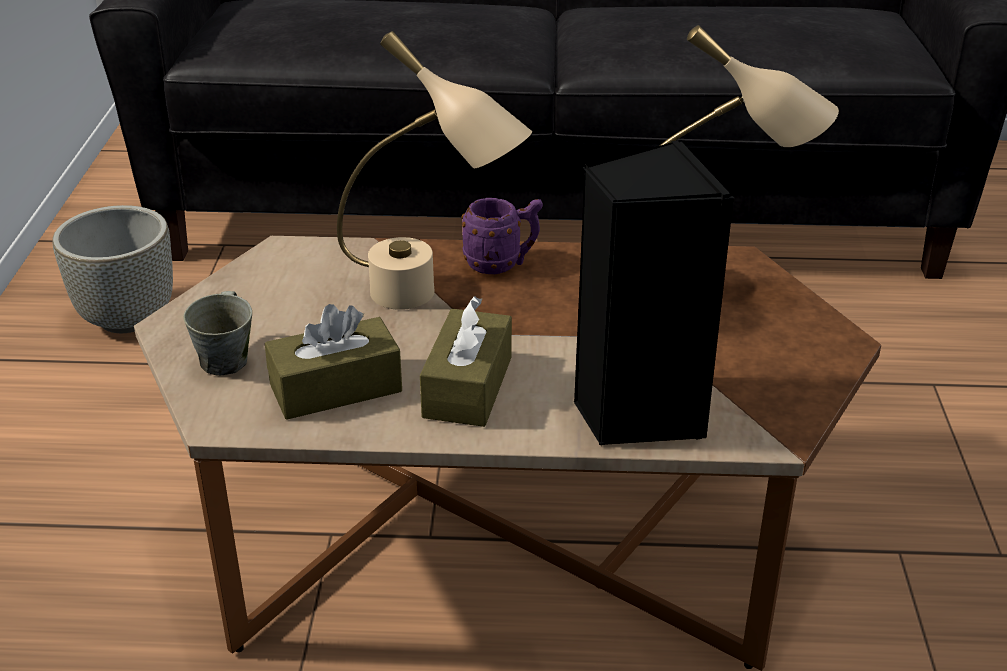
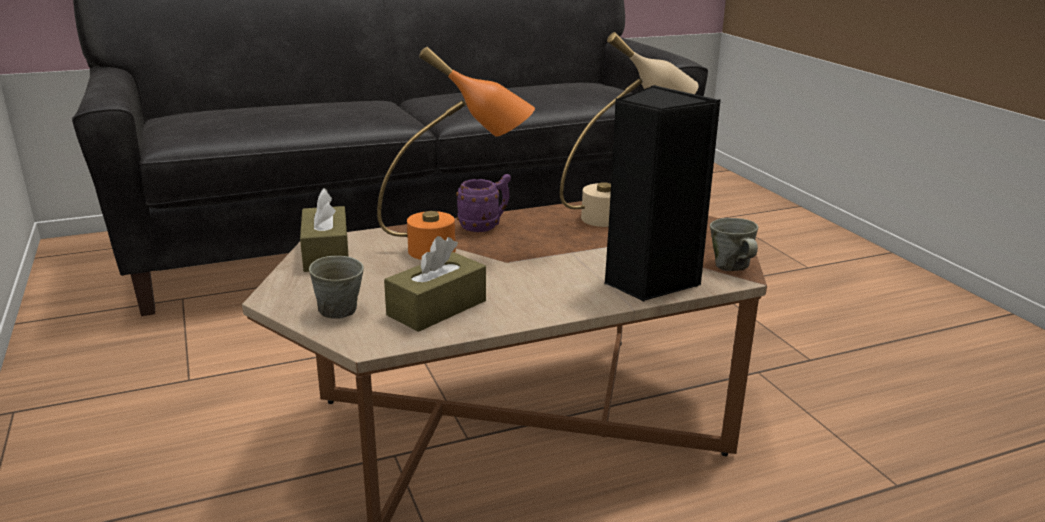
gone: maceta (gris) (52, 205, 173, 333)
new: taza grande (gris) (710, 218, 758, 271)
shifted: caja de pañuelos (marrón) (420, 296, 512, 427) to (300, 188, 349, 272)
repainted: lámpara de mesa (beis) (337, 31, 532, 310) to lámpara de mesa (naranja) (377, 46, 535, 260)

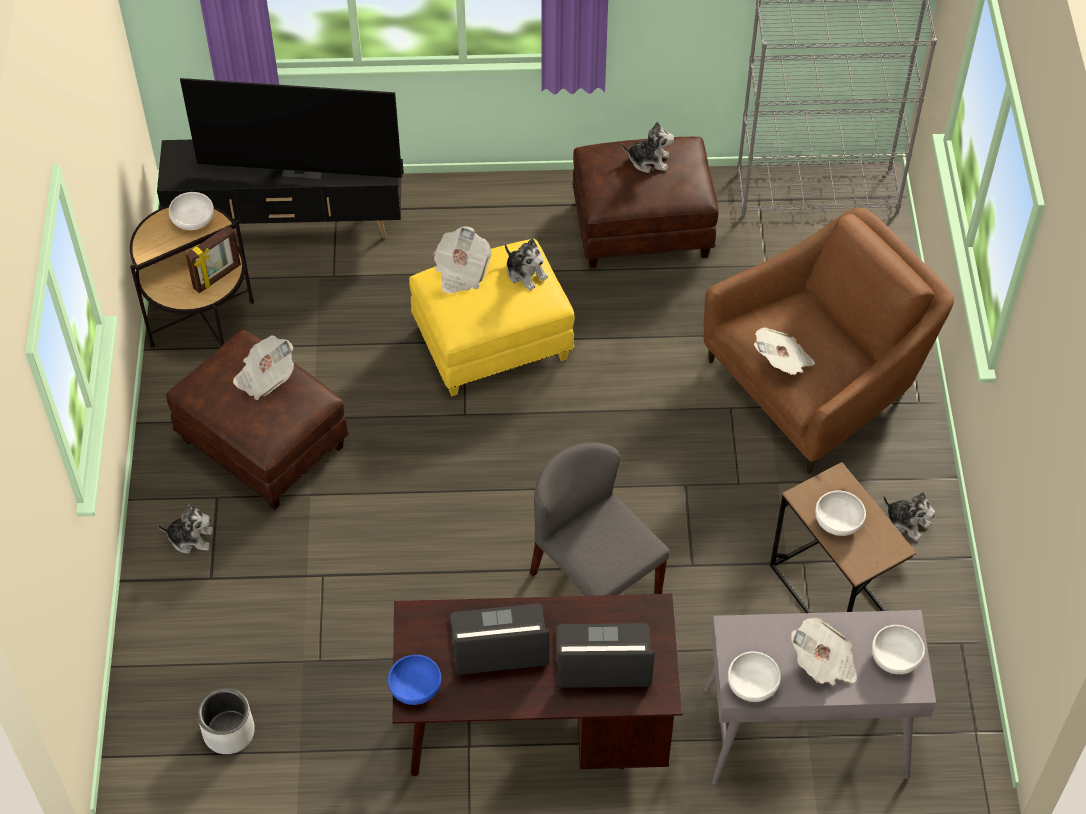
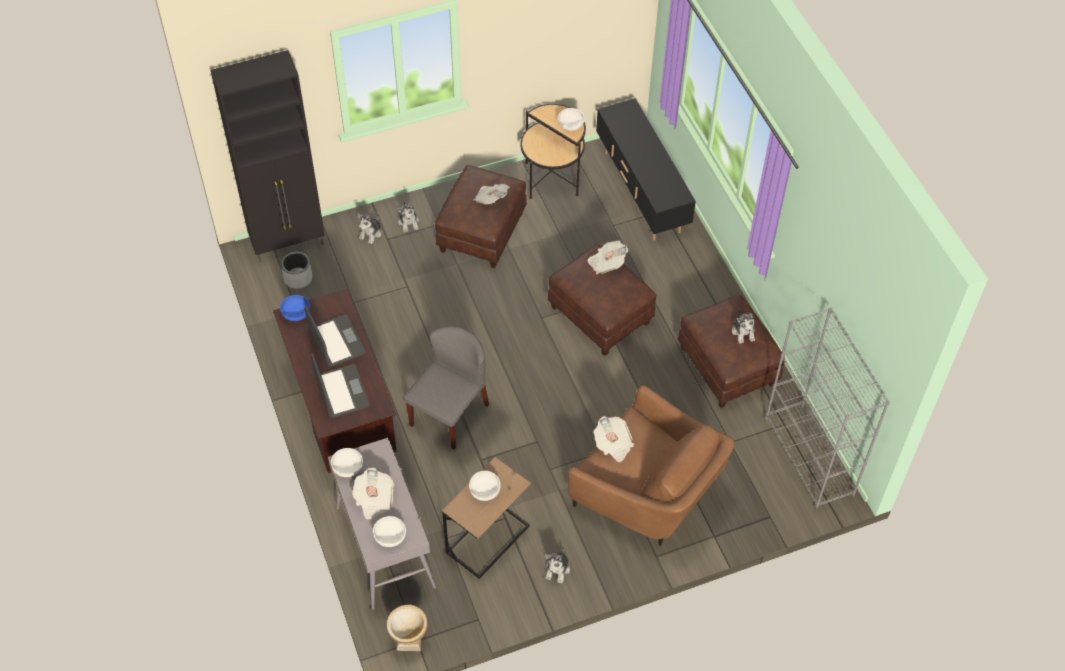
gone: televisor (180, 78, 404, 179); portarretratos (186, 225, 241, 293)
new: armario (negro) (210, 50, 325, 263); florero (386, 605, 428, 651)
shifted: peluche (505, 238, 548, 291) to (357, 213, 382, 244)
repainted: puf (amarillo) (409, 239, 574, 396) to puf (marrón) (548, 244, 656, 356)

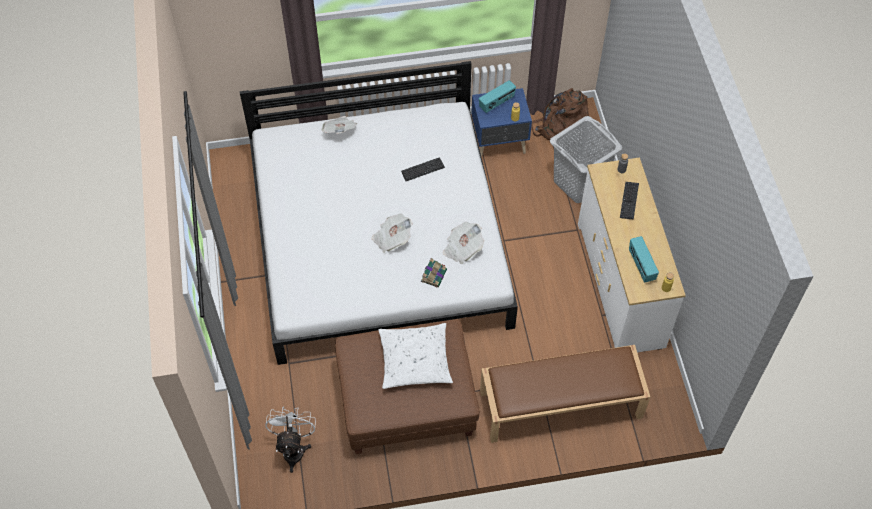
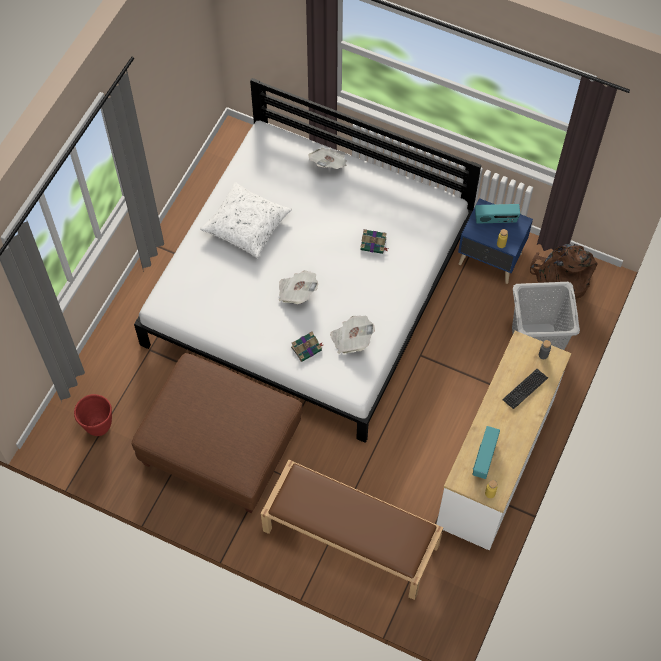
shifted: cojín (blanco) (379, 323, 453, 389) to (200, 182, 292, 258)
swapped: ventilador (blanco) (265, 406, 316, 473) to maceta (rojo) (74, 394, 112, 436); teclado (401, 157, 445, 181) to libro (360, 229, 388, 254)

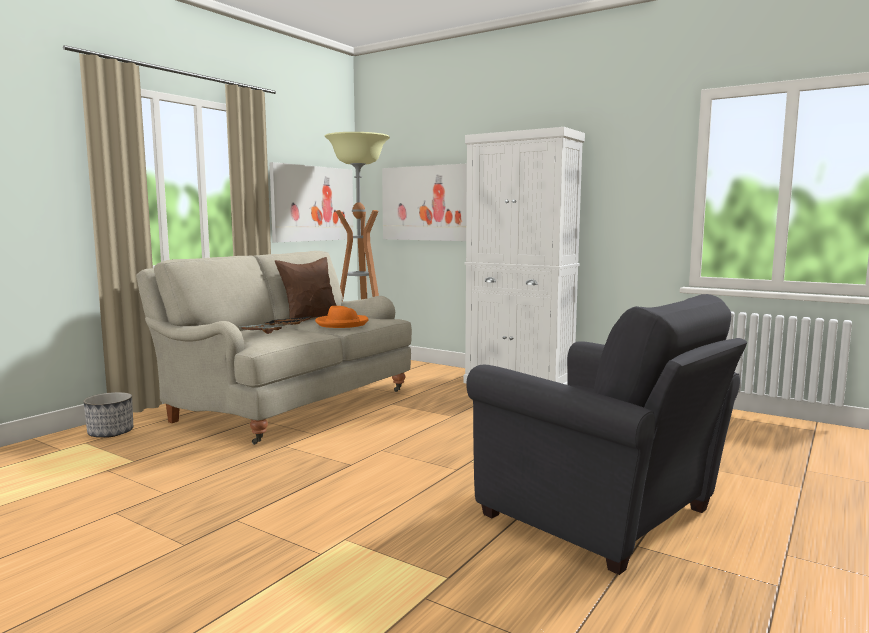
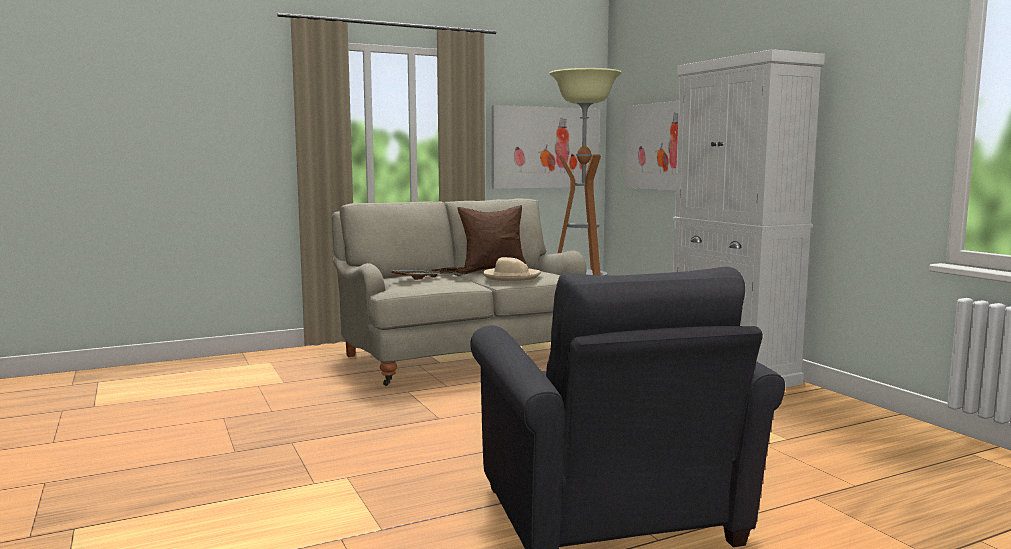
gone: maceta (83, 392, 133, 438)
repainted: sombrero (naranja) (315, 306, 369, 328) to sombrero (beis) (483, 257, 541, 281)

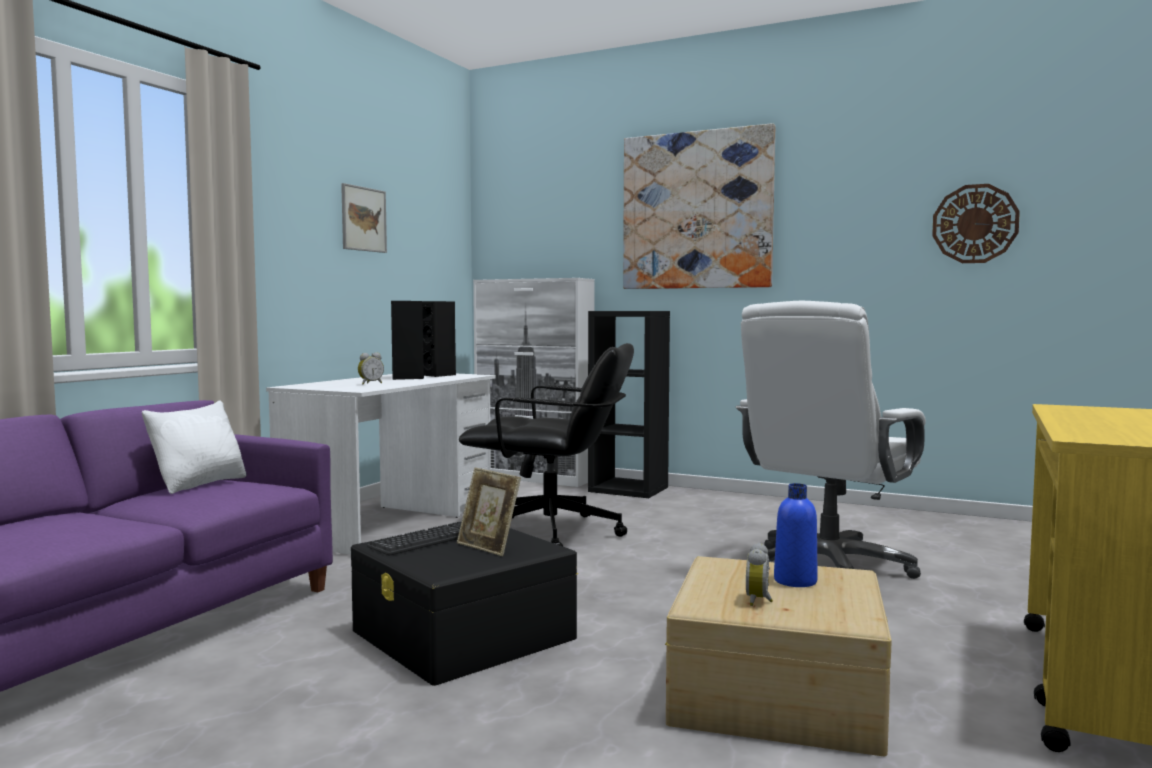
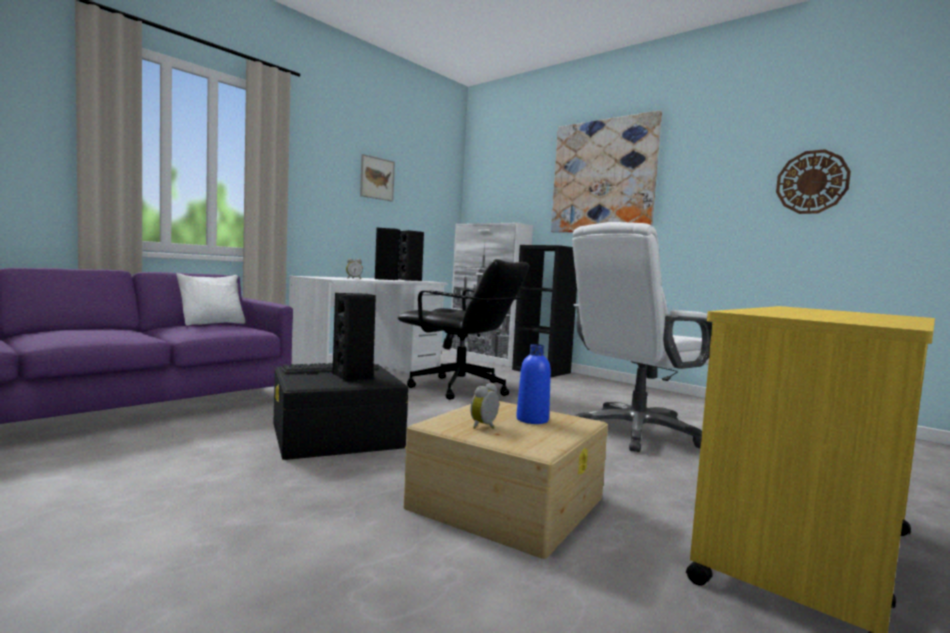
swapped: portarretratos (457, 467, 521, 556) to altavoz (negro) (332, 293, 376, 382)

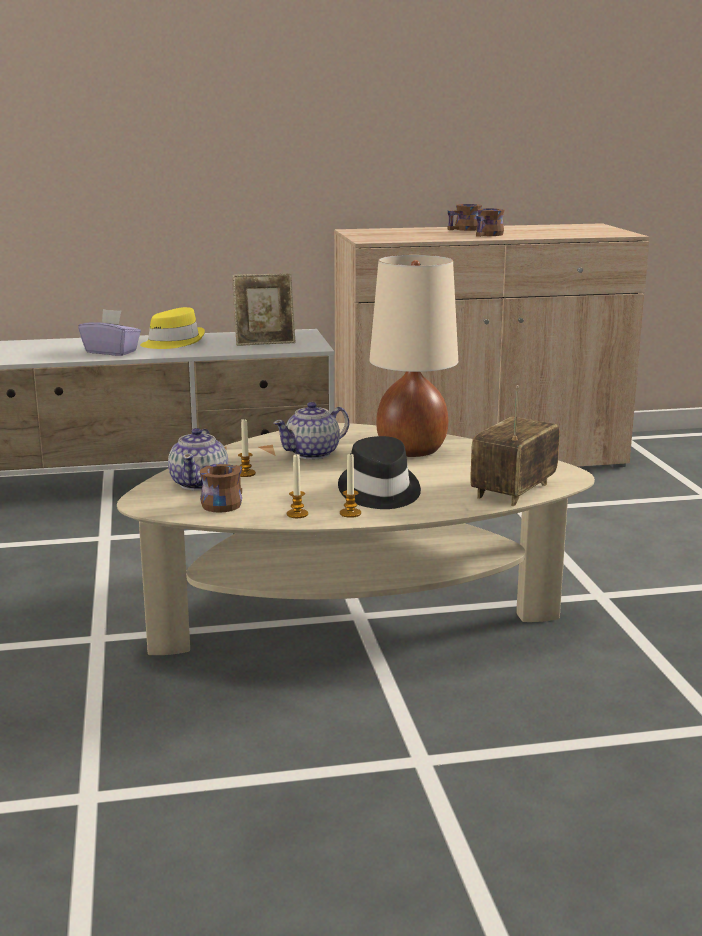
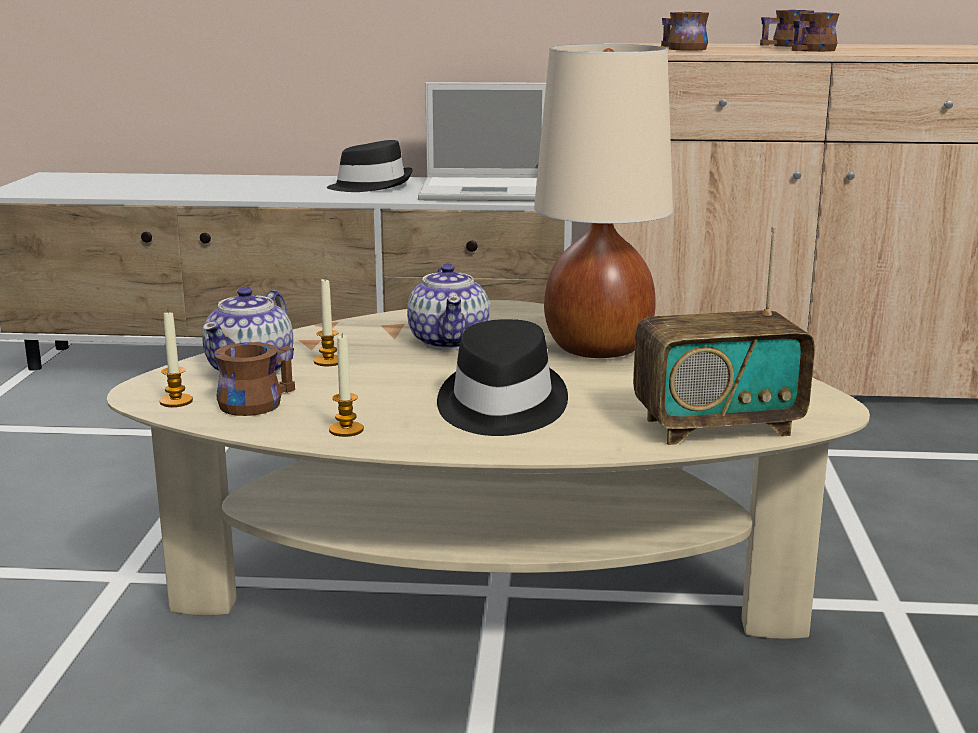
gone: caja de pañuelos (morado) (78, 309, 141, 356)
new: taza grande (marrón) (661, 12, 709, 51)
shifted: vela (340, 452, 361, 518) to (159, 312, 193, 407)
swapped: portarretratos (232, 274, 296, 346) to portátil (418, 82, 546, 201)
repainted: sombrero (amarillo) (140, 307, 205, 349) to sombrero (negro) (327, 140, 413, 192)
rotated: tetera (273, 402, 349, 460) = (407, 263, 490, 350) 75 degrees counterclockwise; radio (470, 385, 560, 506) = (633, 227, 815, 445) 150 degrees counterclockwise

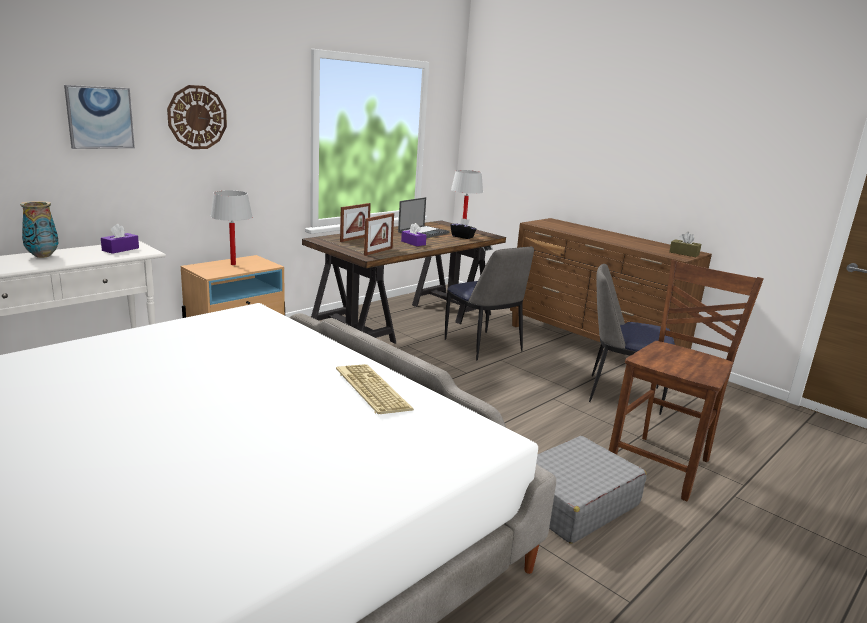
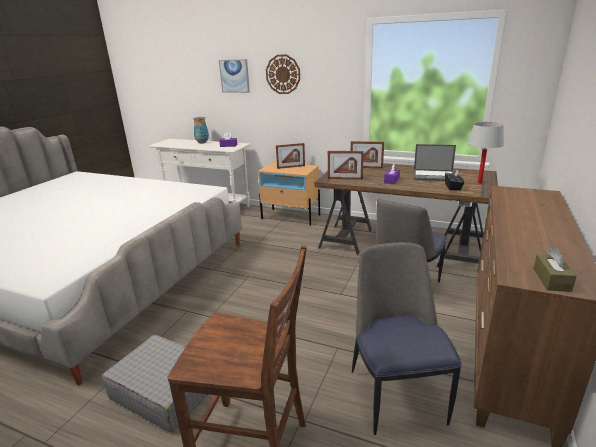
gone: teclado (336, 364, 414, 414)
swapped: lámpara de mesa (blanco) (210, 190, 253, 265) to portarretratos (276, 143, 305, 169)

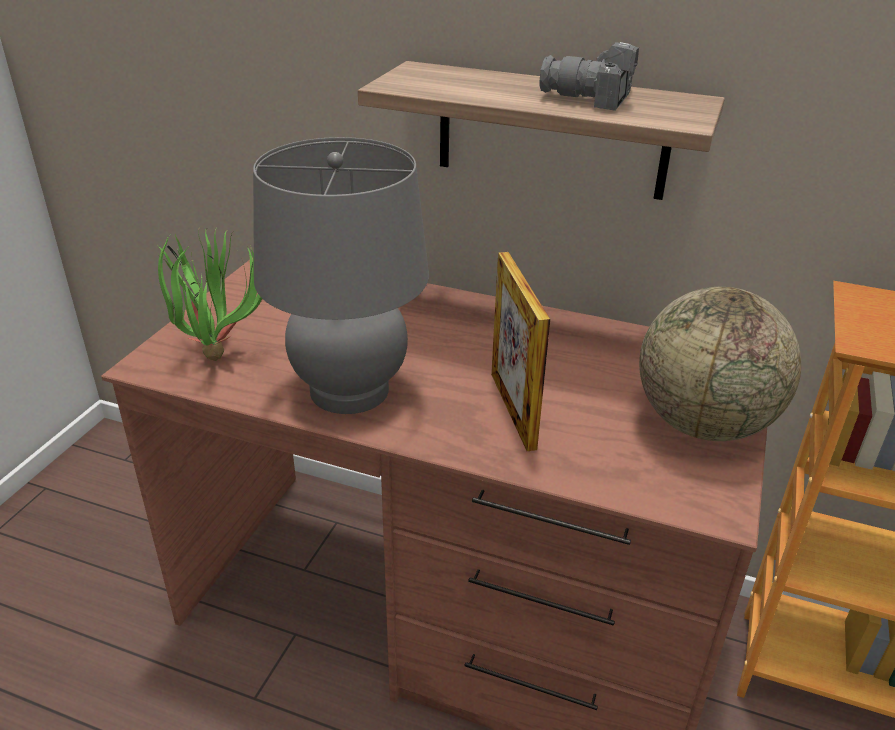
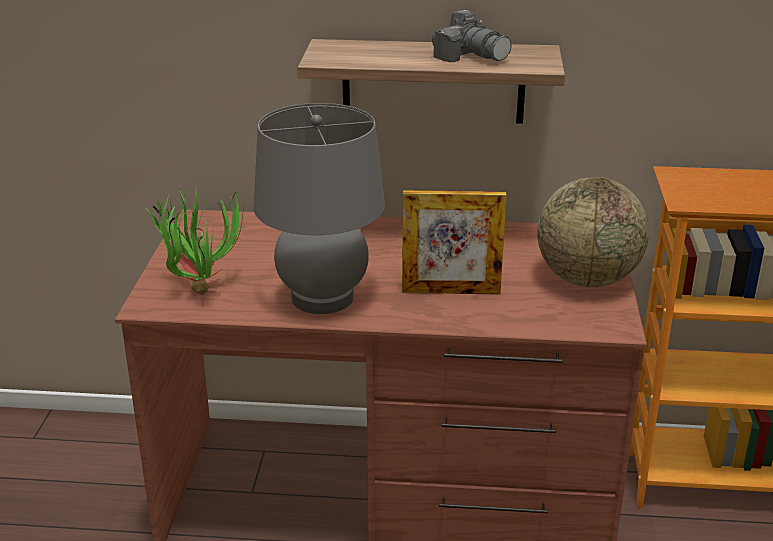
rotated: portarretratos (491, 252, 550, 451) = (402, 190, 507, 295) 60 degrees counterclockwise; cámara (539, 42, 639, 111) = (432, 10, 511, 62) 135 degrees counterclockwise

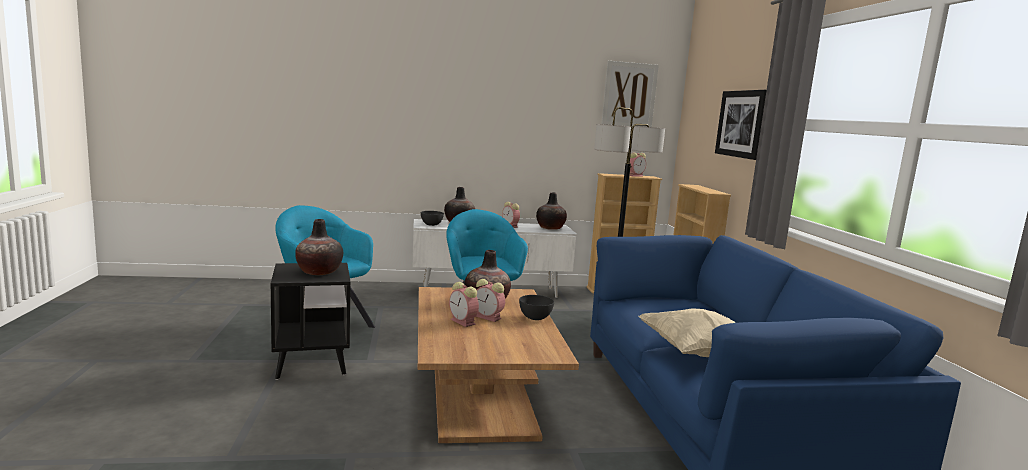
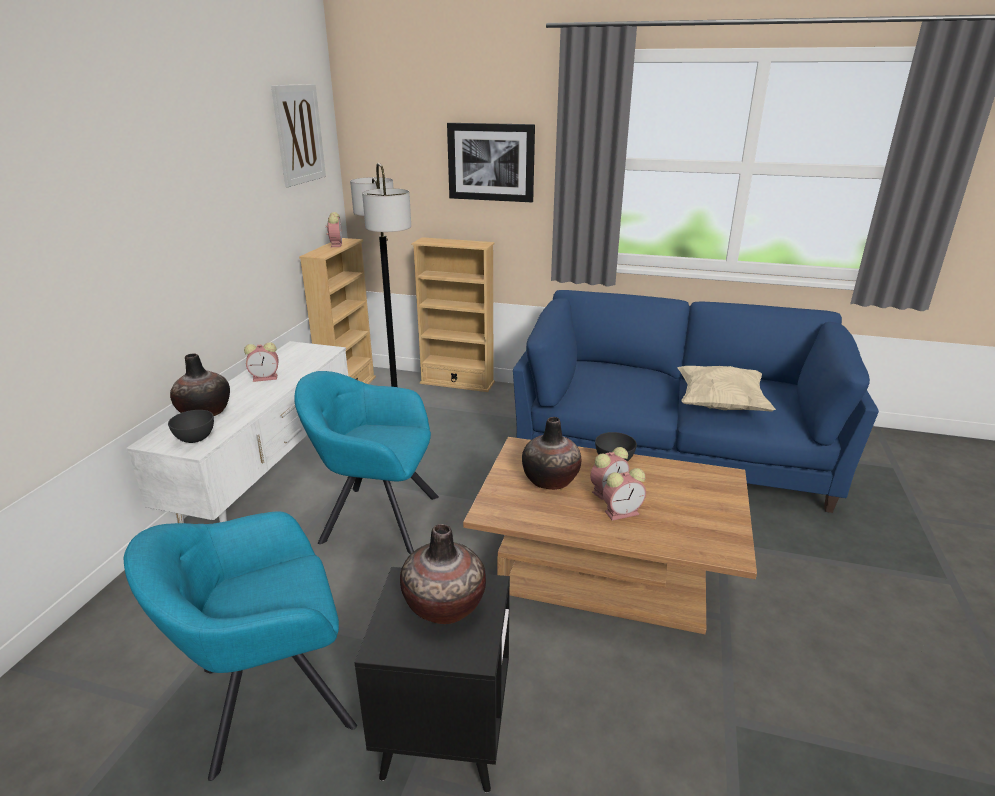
gone: florero (536, 192, 567, 230)

